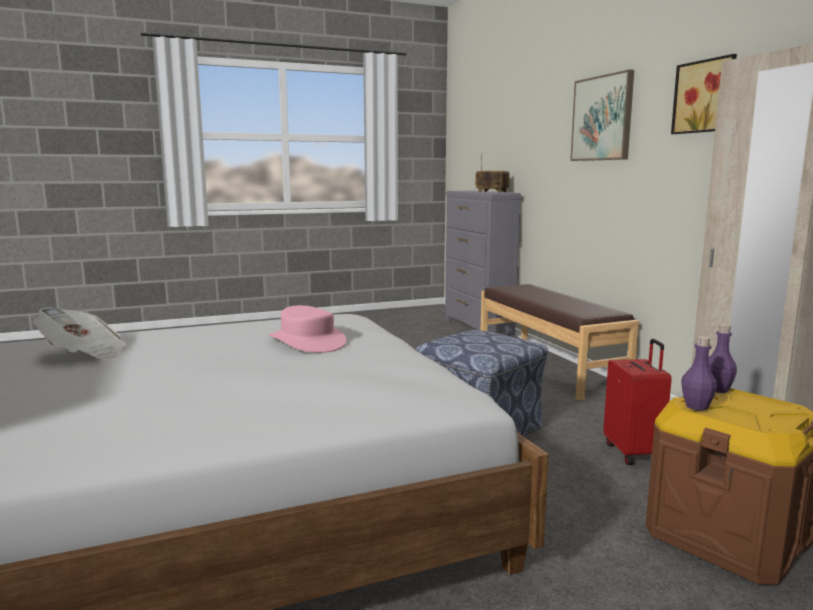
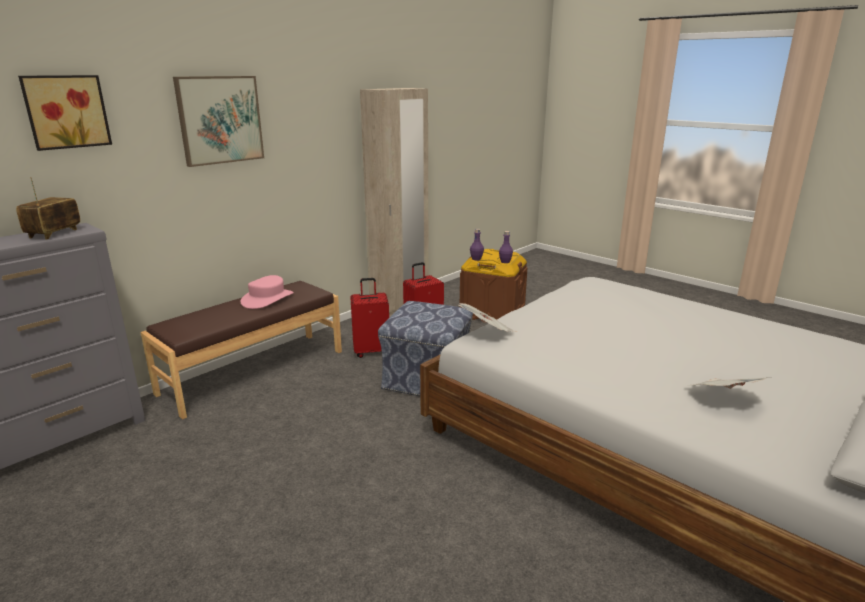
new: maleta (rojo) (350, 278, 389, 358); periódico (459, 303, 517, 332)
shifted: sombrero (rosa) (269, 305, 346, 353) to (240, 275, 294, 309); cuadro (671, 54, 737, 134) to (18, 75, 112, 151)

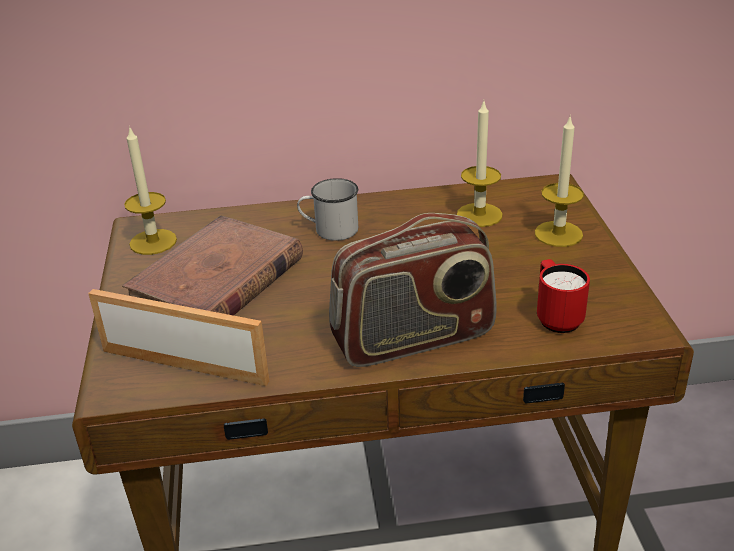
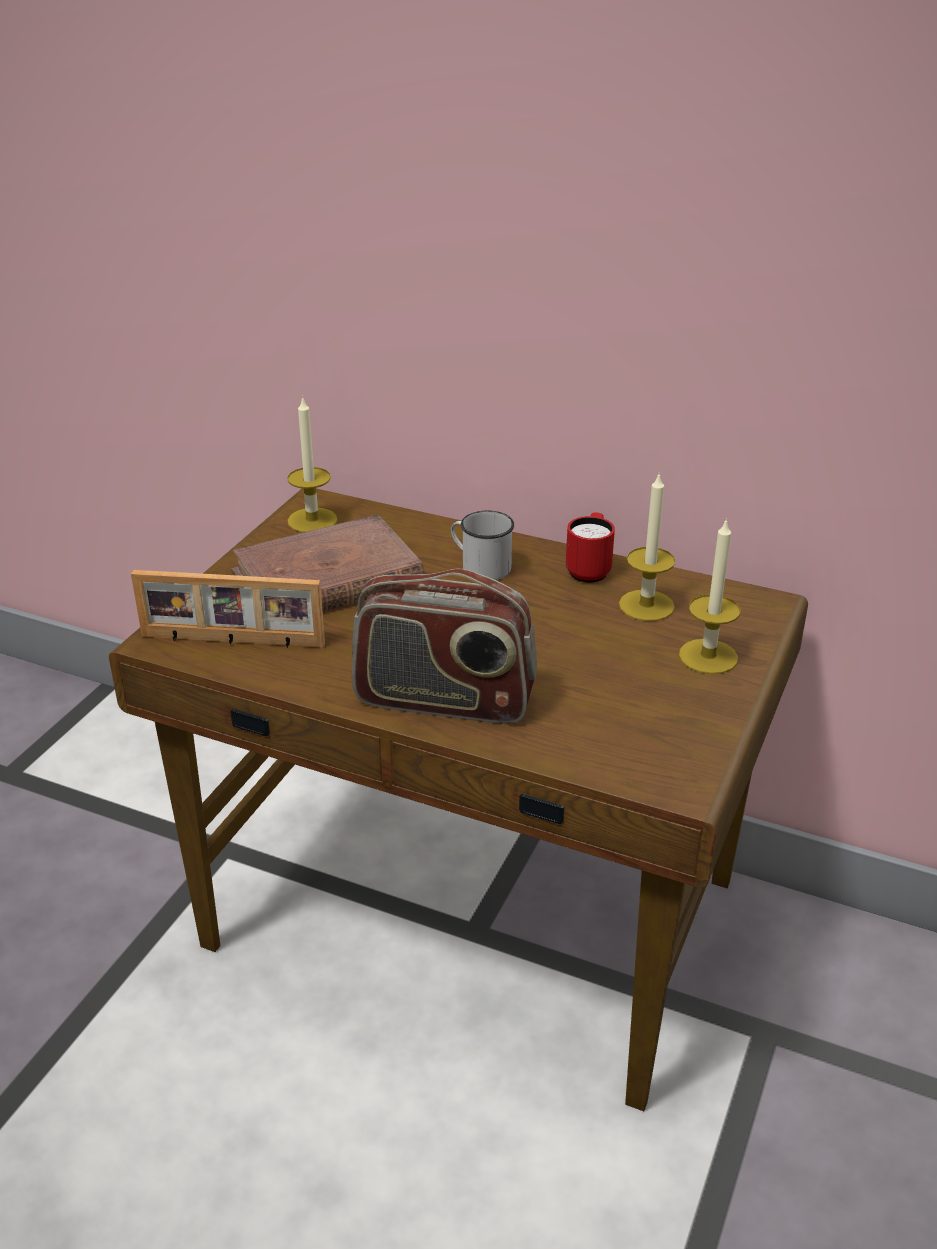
shifted: taza grande (rojo) (537, 259, 590, 333) to (566, 512, 615, 583)
rotated: portarretratos (88, 289, 269, 386) = (131, 570, 325, 648) 135 degrees clockwise

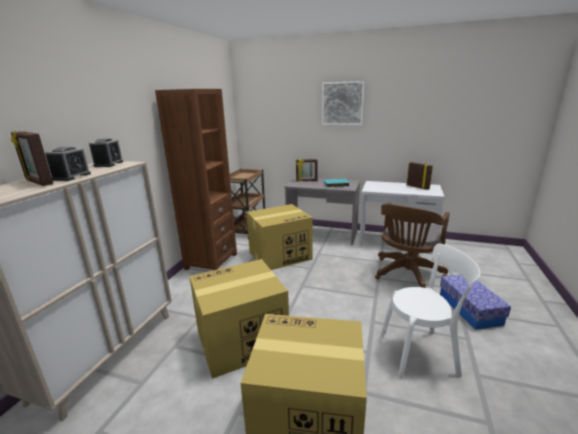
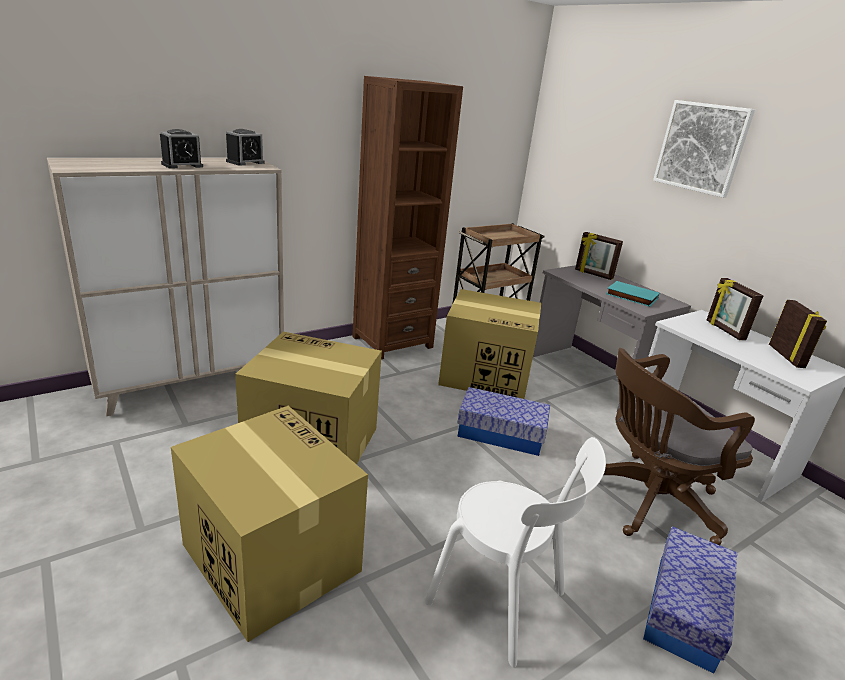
new: caja de almacenaje (457, 387, 550, 456)
shifted: portarretratos (11, 131, 53, 186) to (707, 278, 763, 340)

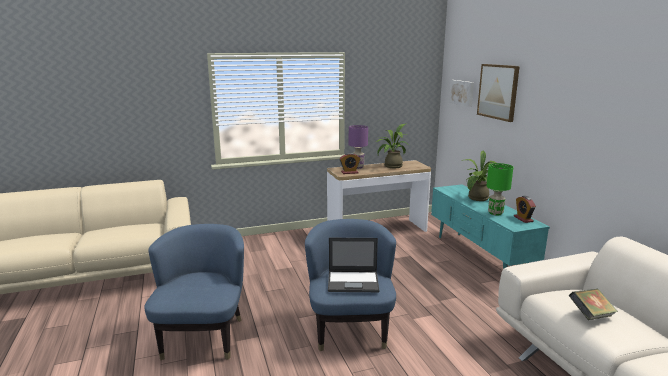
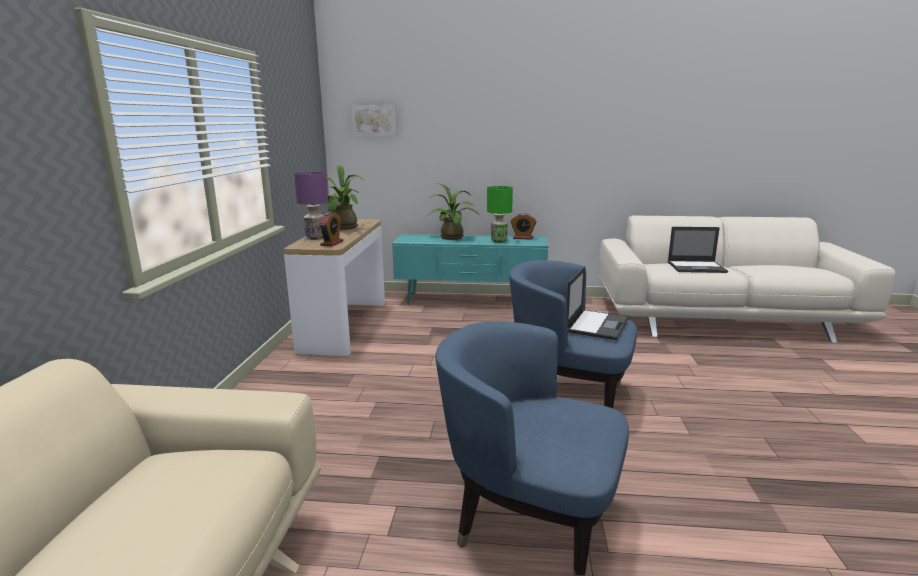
gone: cuadro (477, 64, 520, 122)
swapped: libro (569, 289, 618, 320) to portátil (668, 227, 728, 273)

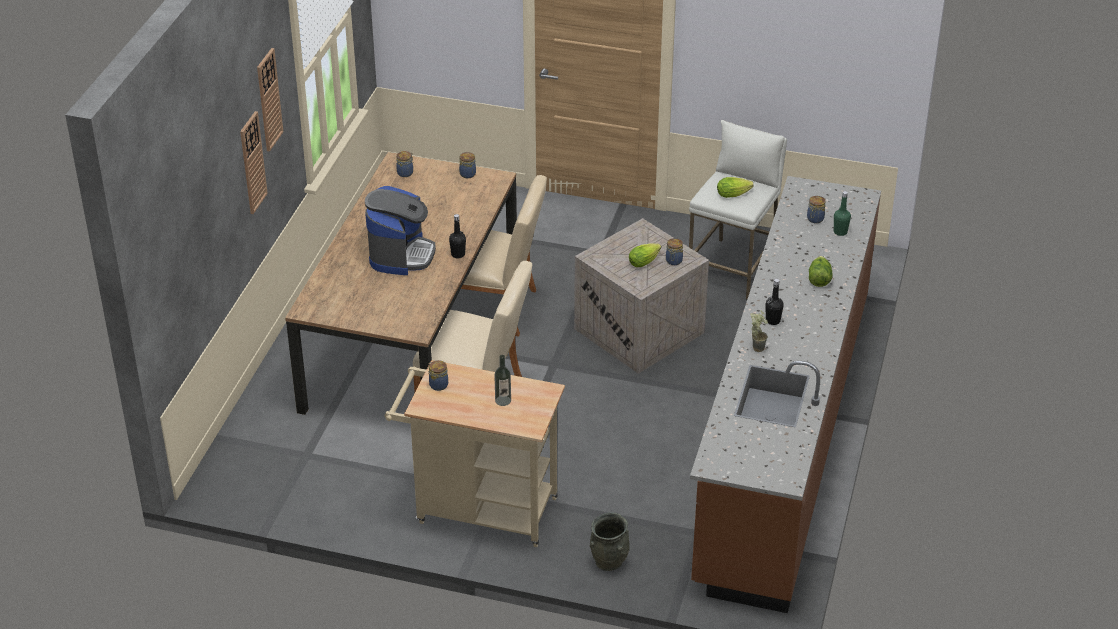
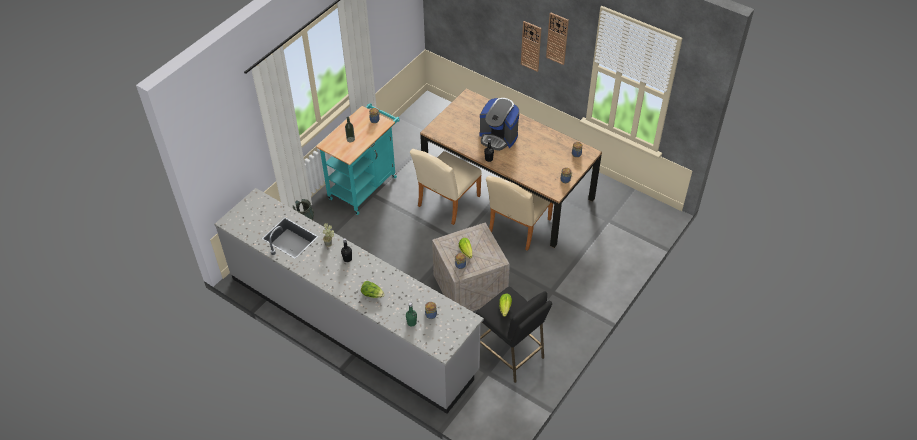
repainted: carrito (beis) (385, 360, 565, 547) to carrito (turquesa) (316, 103, 400, 215); taburete (blanco) (689, 120, 787, 299) to taburete (negro) (476, 287, 552, 383); mueble bajo de cocina (marrón) (690, 176, 881, 613) to mueble bajo de cocina (gris) (214, 188, 484, 414)

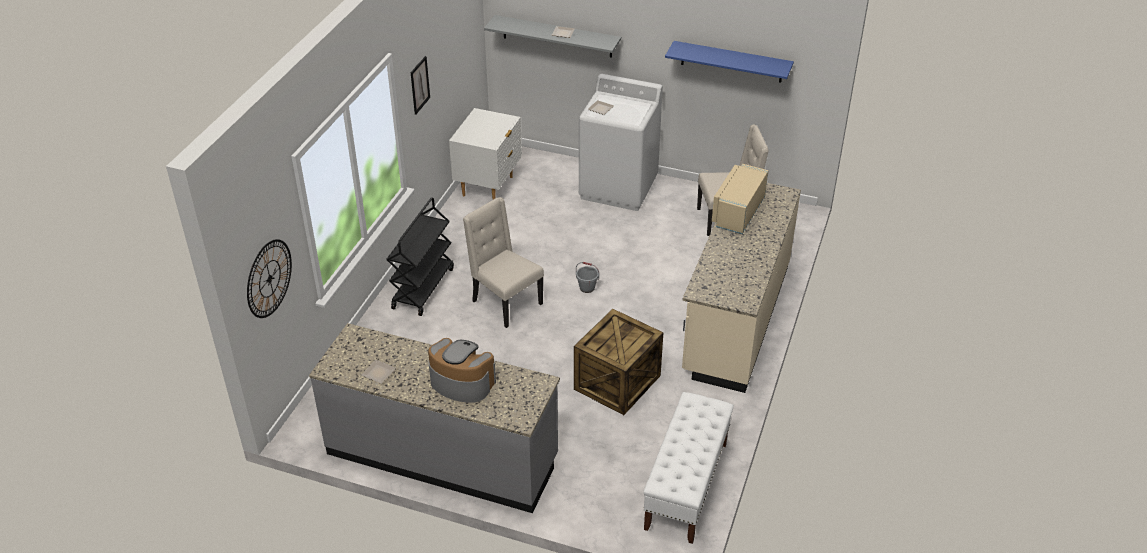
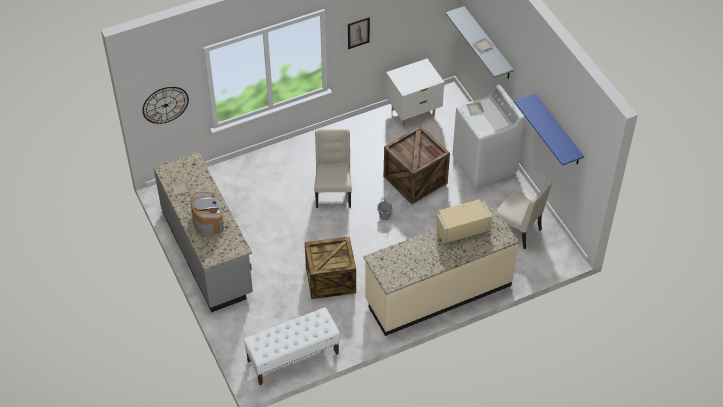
gone: carrito (negro) (386, 197, 454, 316)
new: caja de embalaje (384, 126, 450, 205)

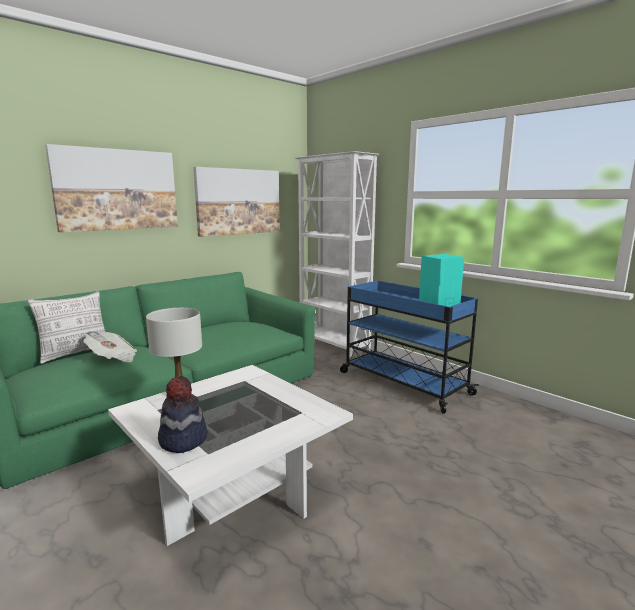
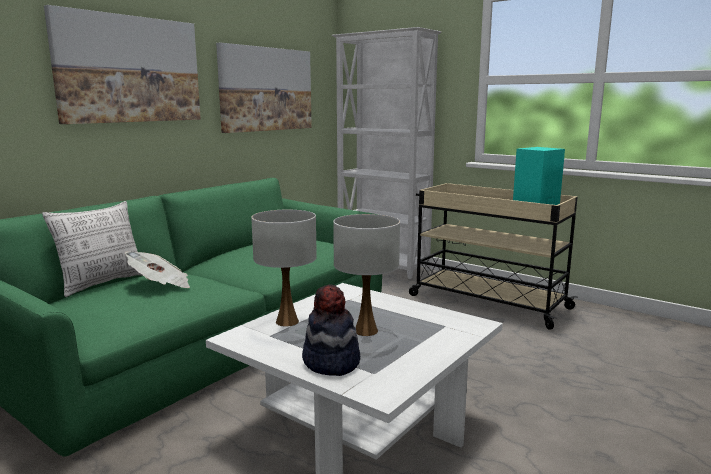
new: lámpara de mesa (blanco) (333, 214, 400, 336)
repainted: carrito (azul) (340, 281, 479, 413) to carrito (beis) (409, 183, 578, 330)

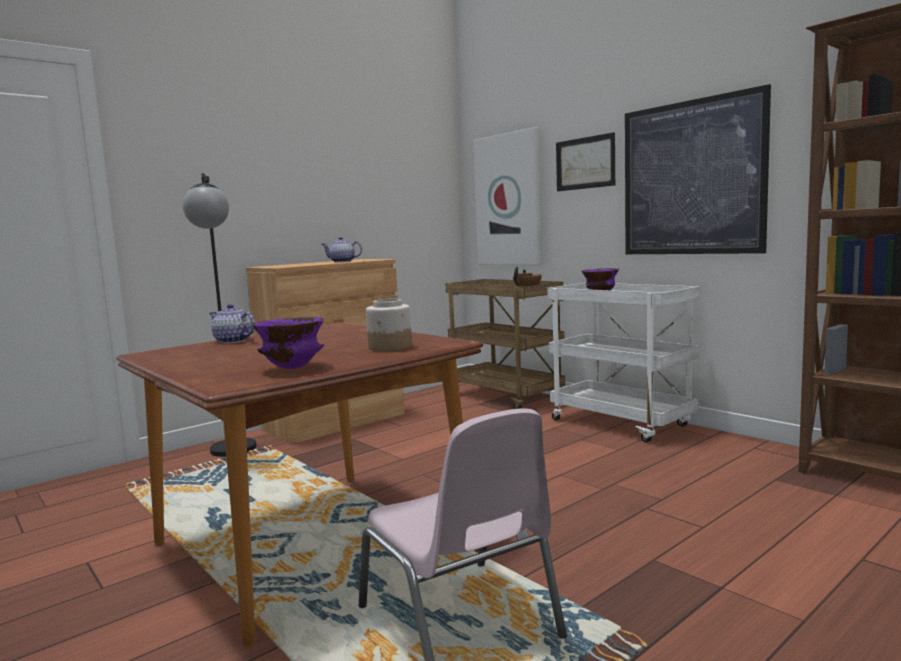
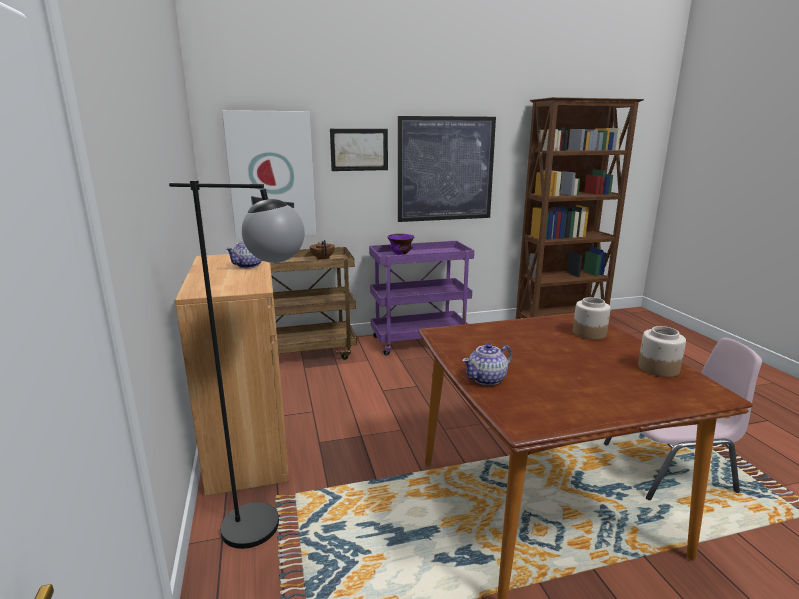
swapped: cuenco (morado) (252, 317, 324, 369) to tarro (638, 326, 686, 377)
repainted: carrito (blanco) (547, 283, 700, 443) to carrito (morado) (369, 241, 474, 356)

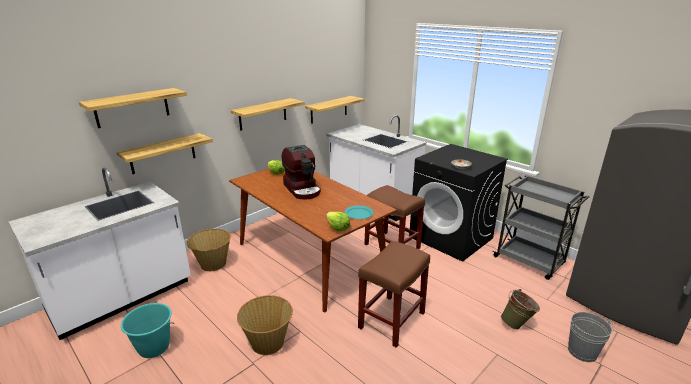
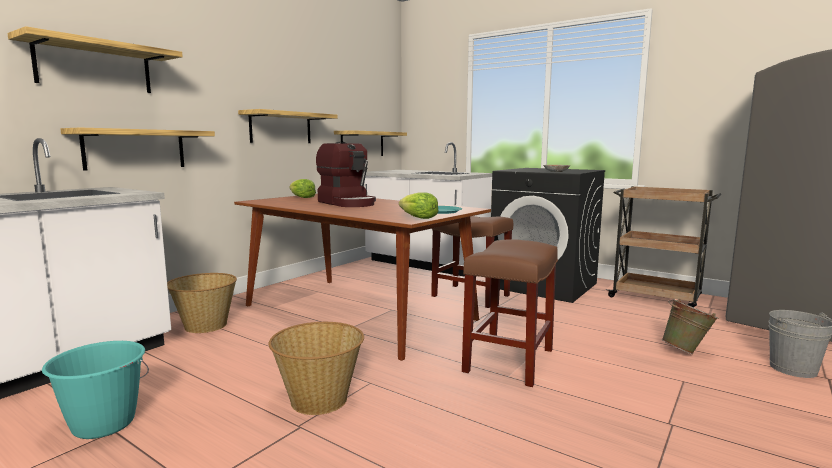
repainted: carrito (gris) (492, 175, 589, 280) to carrito (marrón) (606, 186, 721, 307)

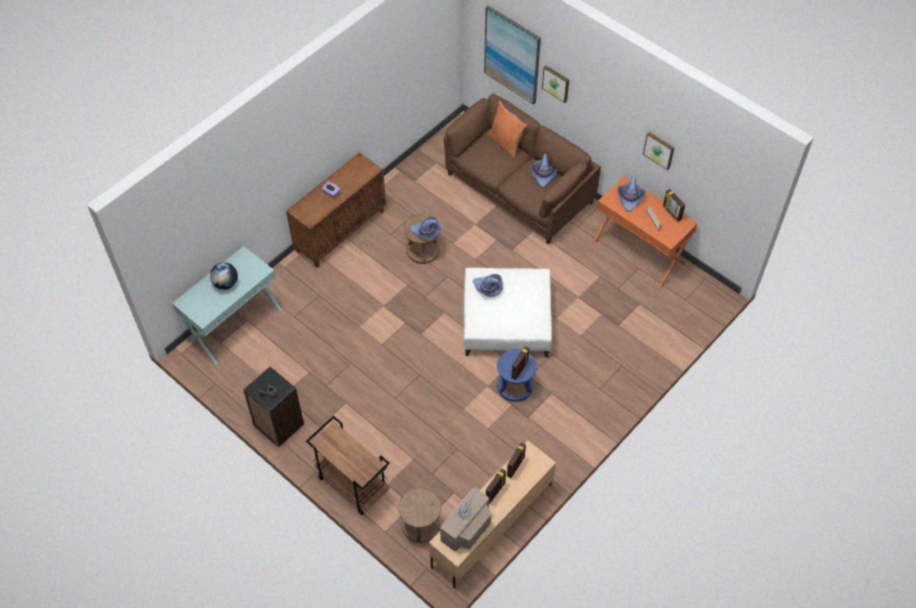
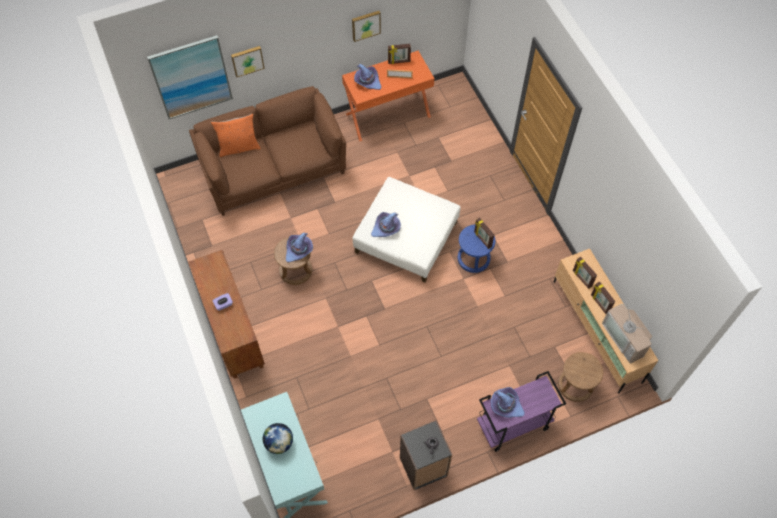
shifted: sombrero (morado) (531, 154, 558, 188) to (490, 387, 525, 418)
repainted: carrito (marrón) (306, 416, 390, 515) to carrito (morado) (477, 371, 566, 452)

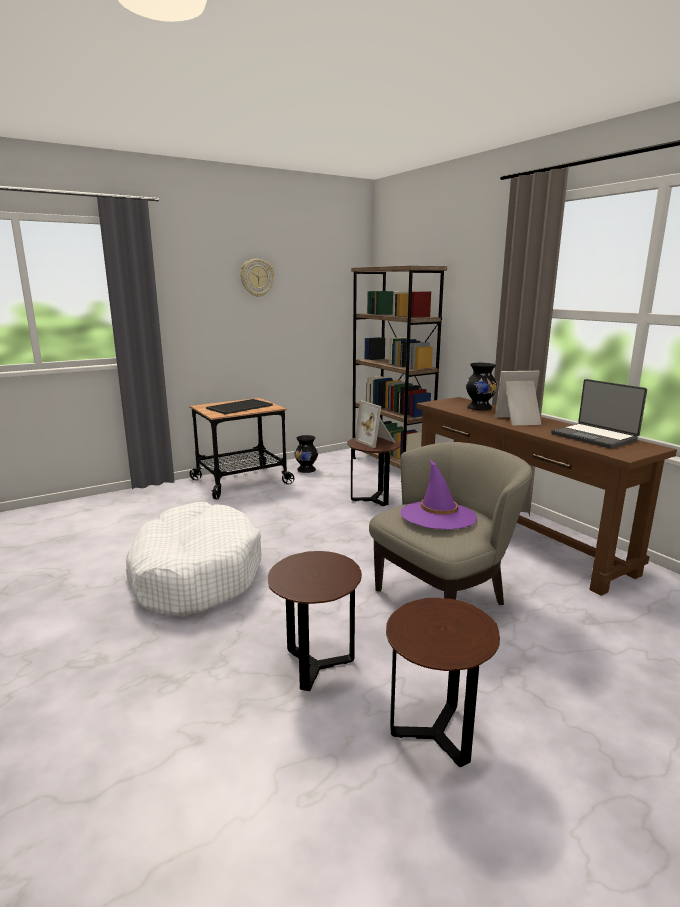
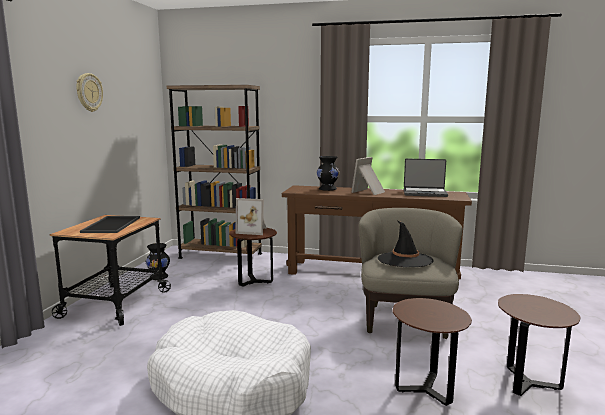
repainted: sombrero (morado) (401, 459, 477, 530) to sombrero (negro) (378, 221, 434, 267)

